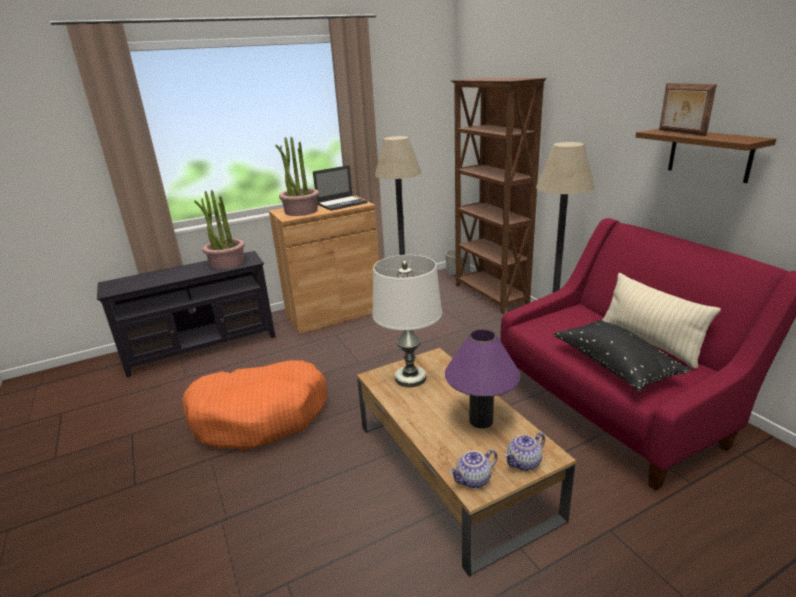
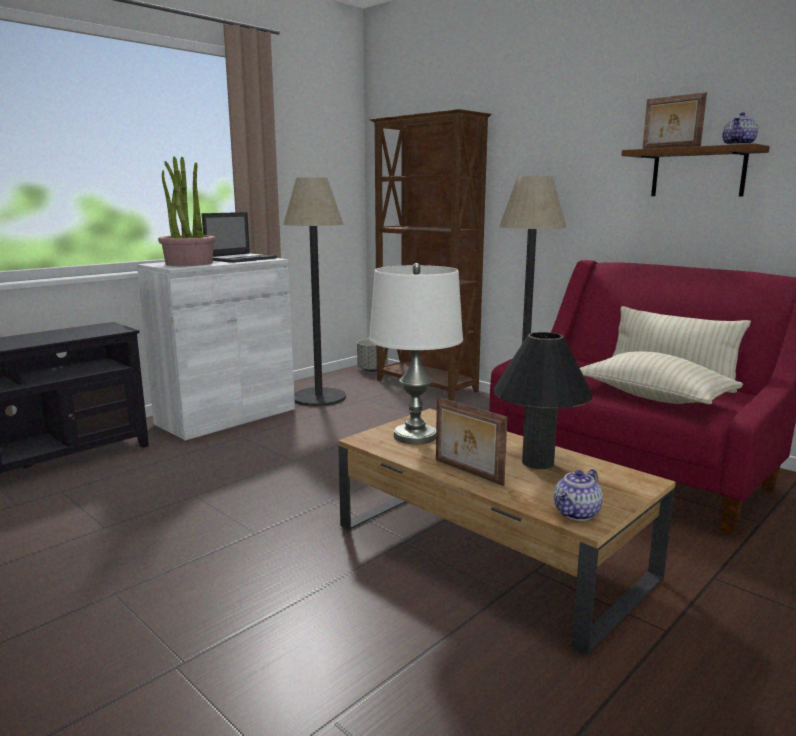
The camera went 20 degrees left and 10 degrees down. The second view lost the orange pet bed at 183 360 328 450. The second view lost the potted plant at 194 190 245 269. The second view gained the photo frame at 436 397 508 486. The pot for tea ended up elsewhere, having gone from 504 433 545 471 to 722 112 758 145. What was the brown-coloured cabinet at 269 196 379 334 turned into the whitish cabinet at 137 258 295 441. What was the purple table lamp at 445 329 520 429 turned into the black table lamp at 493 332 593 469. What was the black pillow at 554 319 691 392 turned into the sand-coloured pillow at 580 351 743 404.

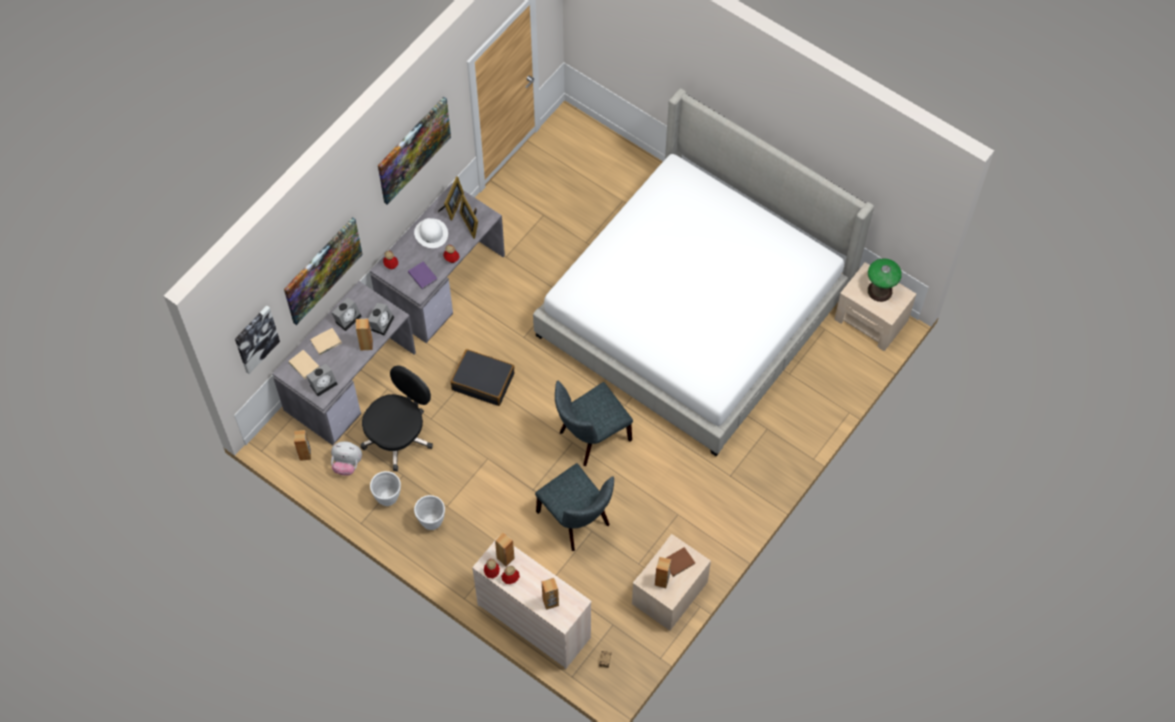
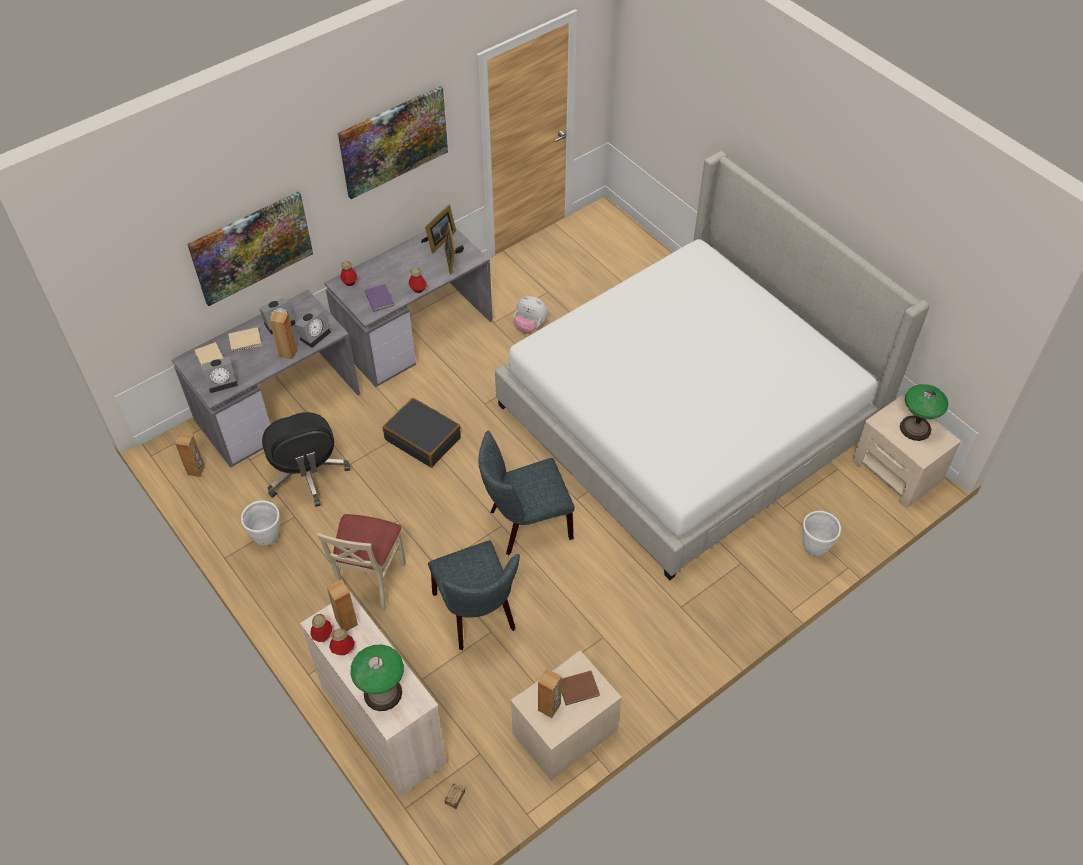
The camera went 15 degrees right and 10 degrees down. The second view lost the wall art at 235 306 280 374. The second view lost the whitish wearable hat at 414 218 448 248. The second view gained the sand-coloured upright chair at 317 514 406 611. The cuddly toy ended up elsewhere, having gone from 331 441 362 476 to 513 296 548 334. The whitish planter ended up elsewhere, having gone from 414 495 445 530 to 803 511 841 556. Where the brown-coloured audio speaker stood at 541 578 559 610, the table lamp came to stand at 351 645 404 711. The black office chair at 361 365 433 471 ended up facing another way, 105 degrees clockwise from before.

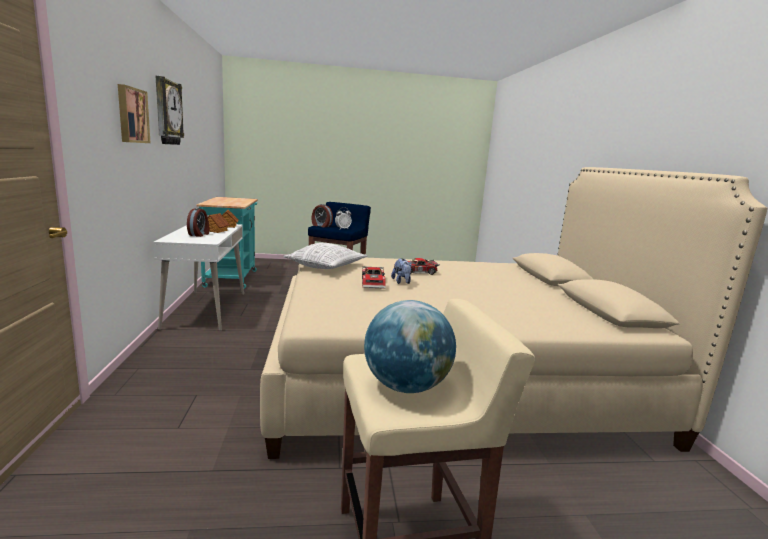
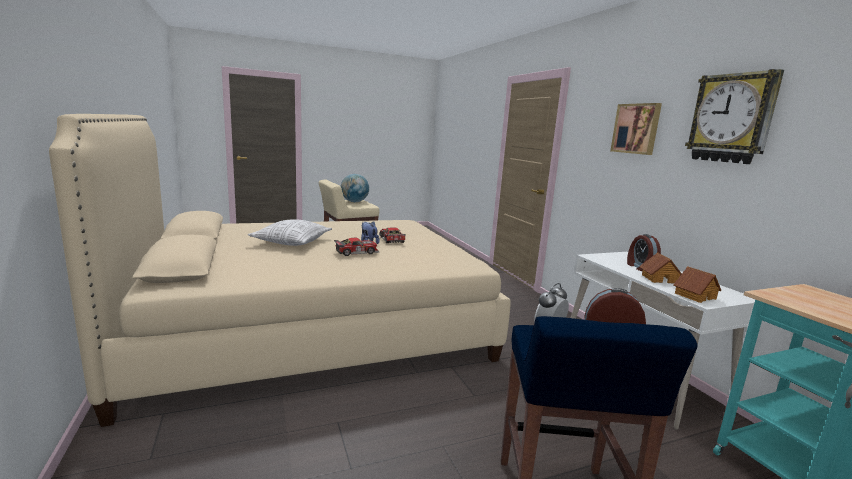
The camera went 165 degrees right and 0 degrees up. The pillow ended up elsewhere, having gone from 283 243 368 269 to 248 220 332 246.

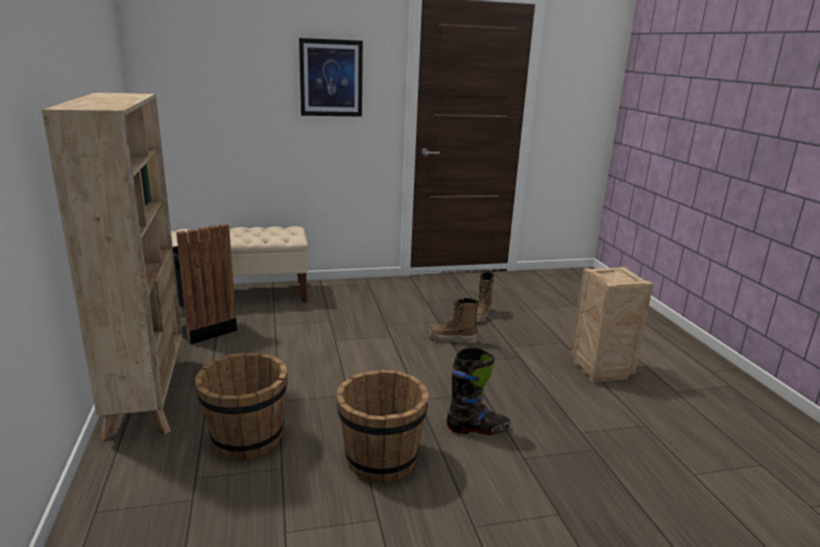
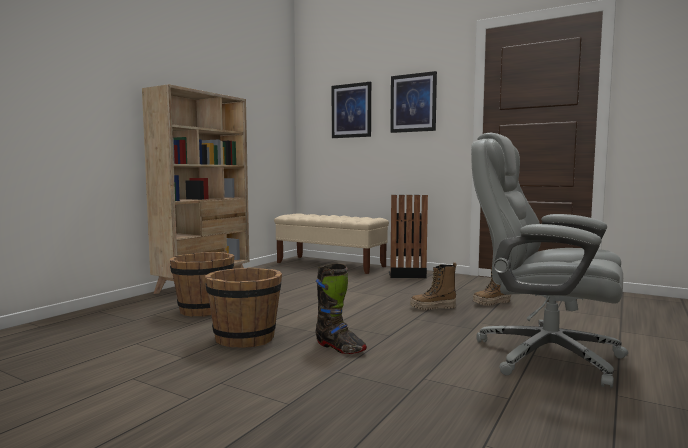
The camera went 45 degrees right and 15 degrees down. The second view gained the wall art at 332 82 371 138. The black waste bin ended up elsewhere, having gone from 173 223 237 344 to 389 195 428 278. Where the crate stood at 570 267 653 383, the gray office chair came to stand at 471 133 628 389. The boot at 428 298 479 344 ended up facing another way, 60 degrees counterclockwise from before.

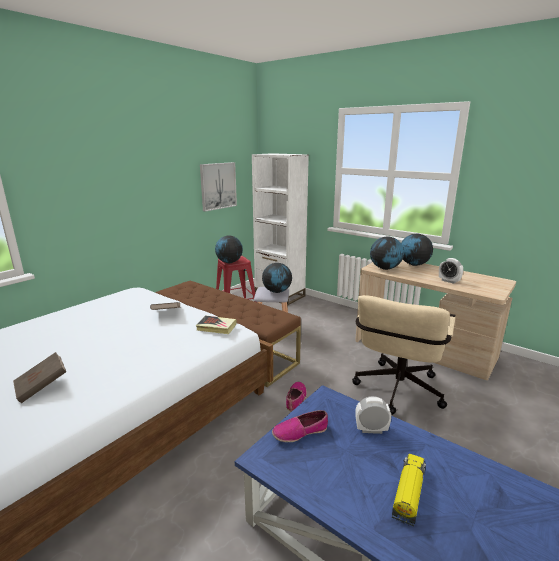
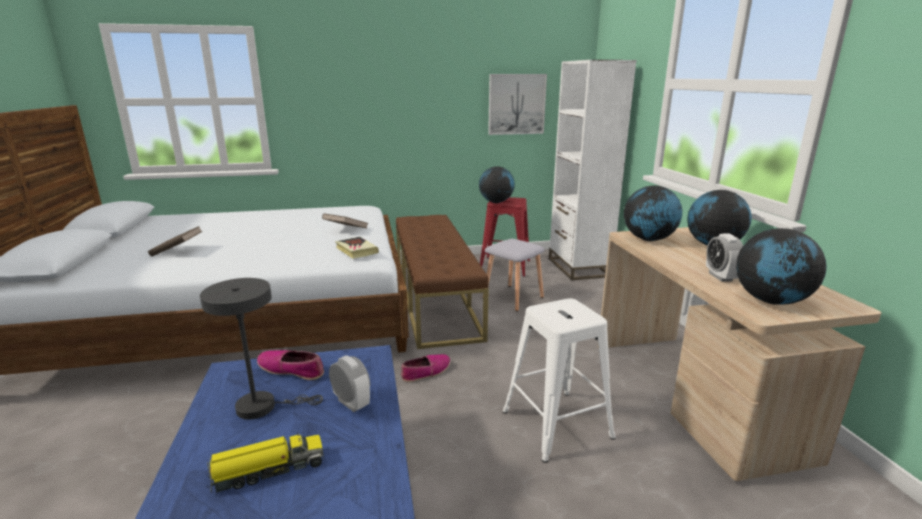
The camera went 40 degrees right and 0 degrees up. The second view gained the gray table lamp at 200 278 323 420. The desk globe ended up elsewhere, having gone from 262 263 292 293 to 736 228 827 305. Where the sand-coloured office chair stood at 352 295 455 415, the whitish stool came to stand at 502 298 616 463.

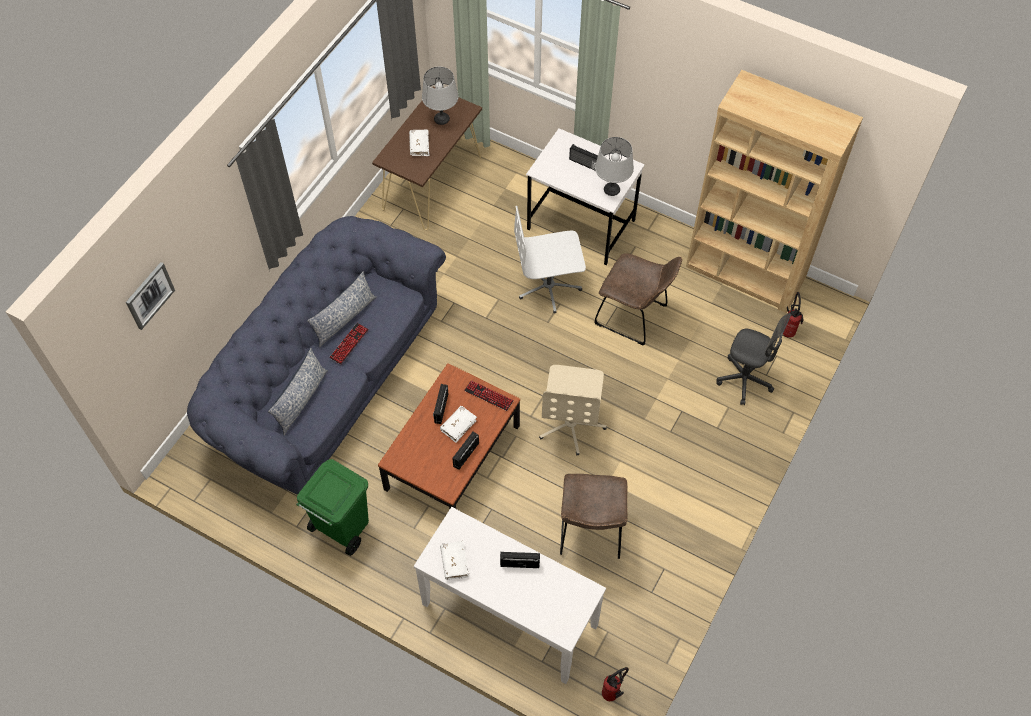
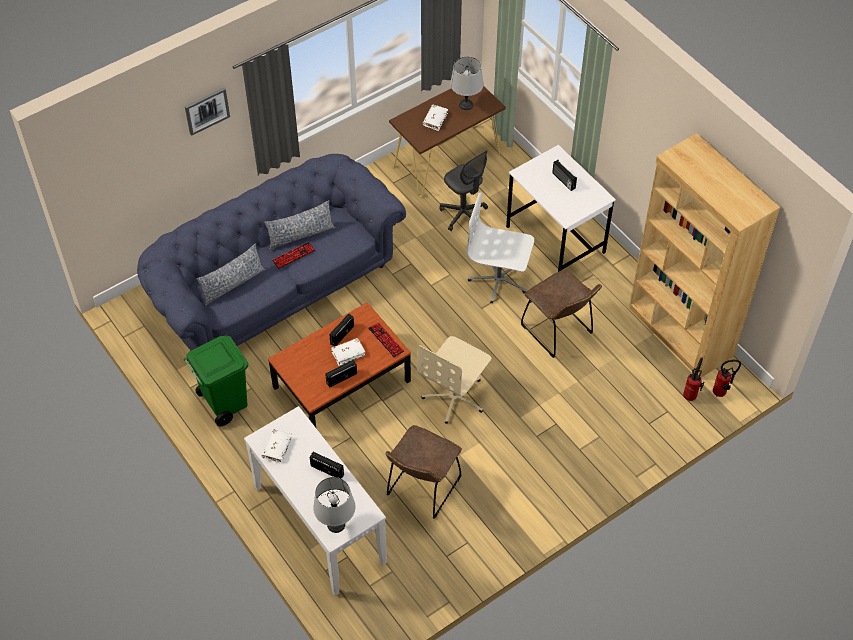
The camera went 25 degrees right and 5 degrees down. The wall art ended up elsewhere, having gone from 126 262 175 330 to 185 88 230 136. The gray table lamp ended up elsewhere, having gone from 595 137 634 196 to 313 477 356 533. The fire extinguisher ended up elsewhere, having gone from 602 667 629 701 to 713 360 741 397. The gray office chair ended up elsewhere, having gone from 716 313 791 405 to 439 150 488 231.

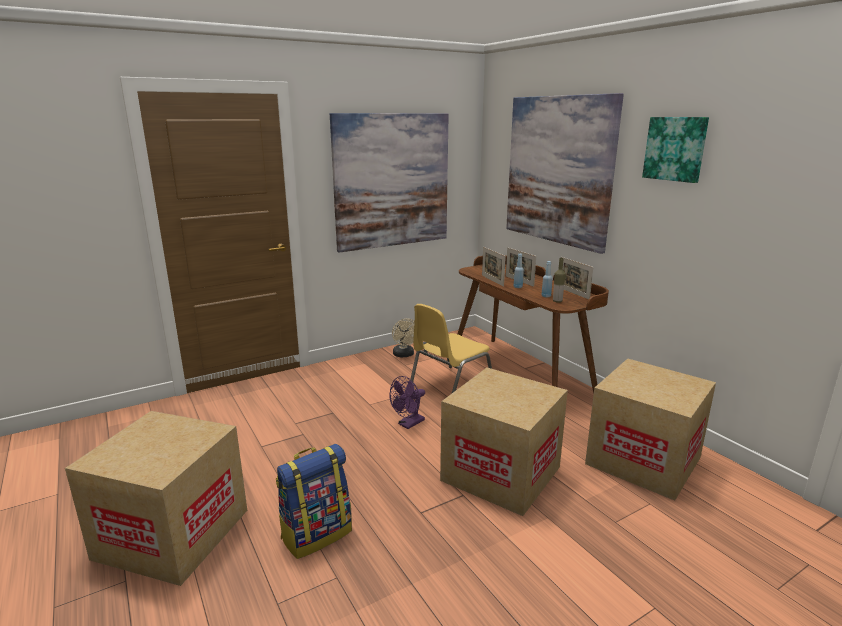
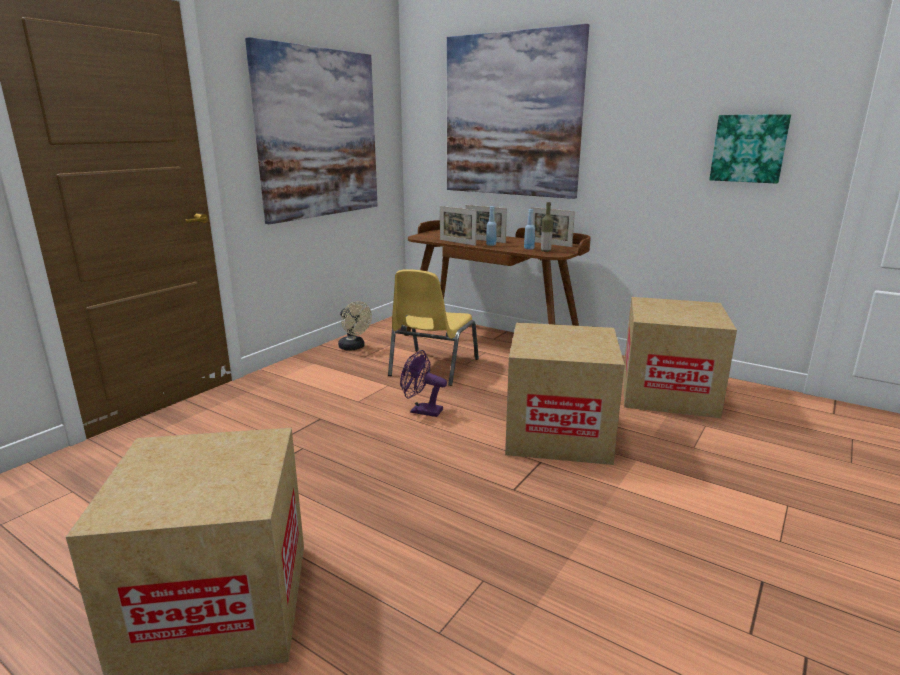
The camera went 25 degrees left and 0 degrees up. The second view lost the rucksack at 276 444 352 559. The wall art ended up elsewhere, having gone from 642 117 709 183 to 709 114 791 184. The purple electric fan at 389 376 425 429 ended up facing another way, 90 degrees clockwise from before.

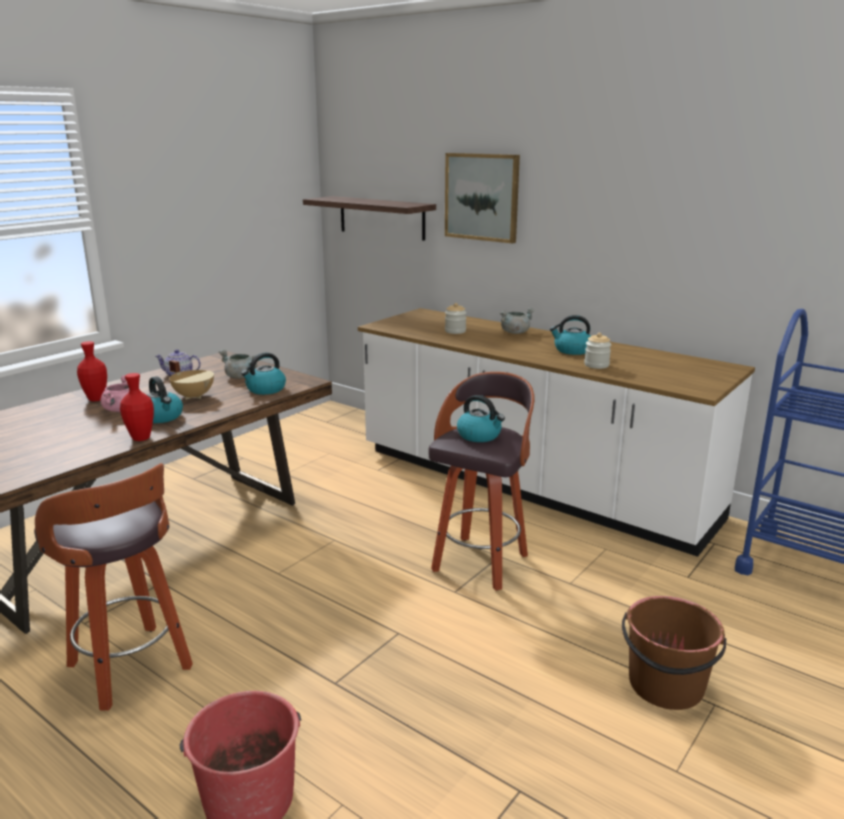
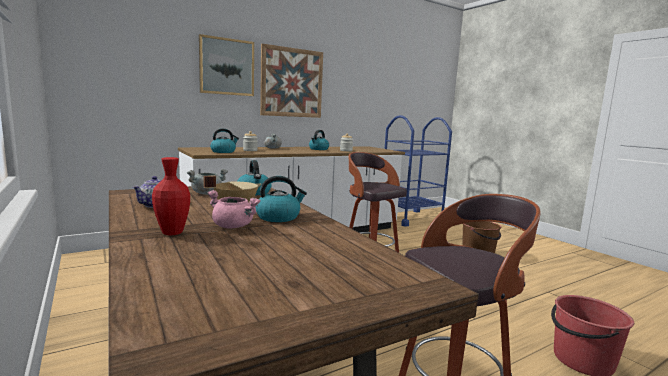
The camera went 70 degrees left and 10 degrees down. The second view lost the red flower vase at 120 373 154 441. The second view lost the wall shelf at 303 196 436 241. The second view gained the wall art at 260 44 323 118. The water kettle ended up elsewhere, having gone from 457 395 505 442 to 210 128 239 153.

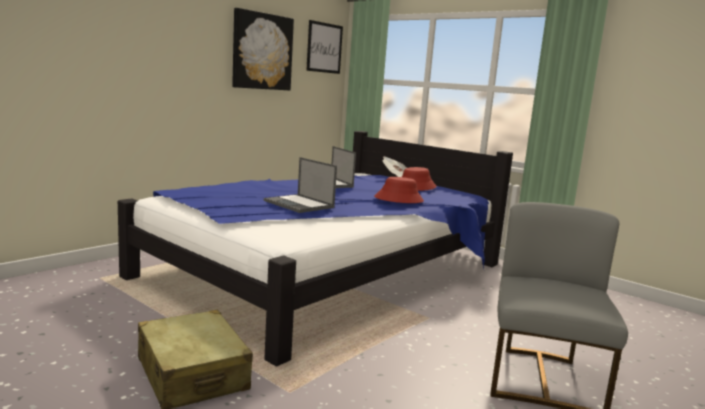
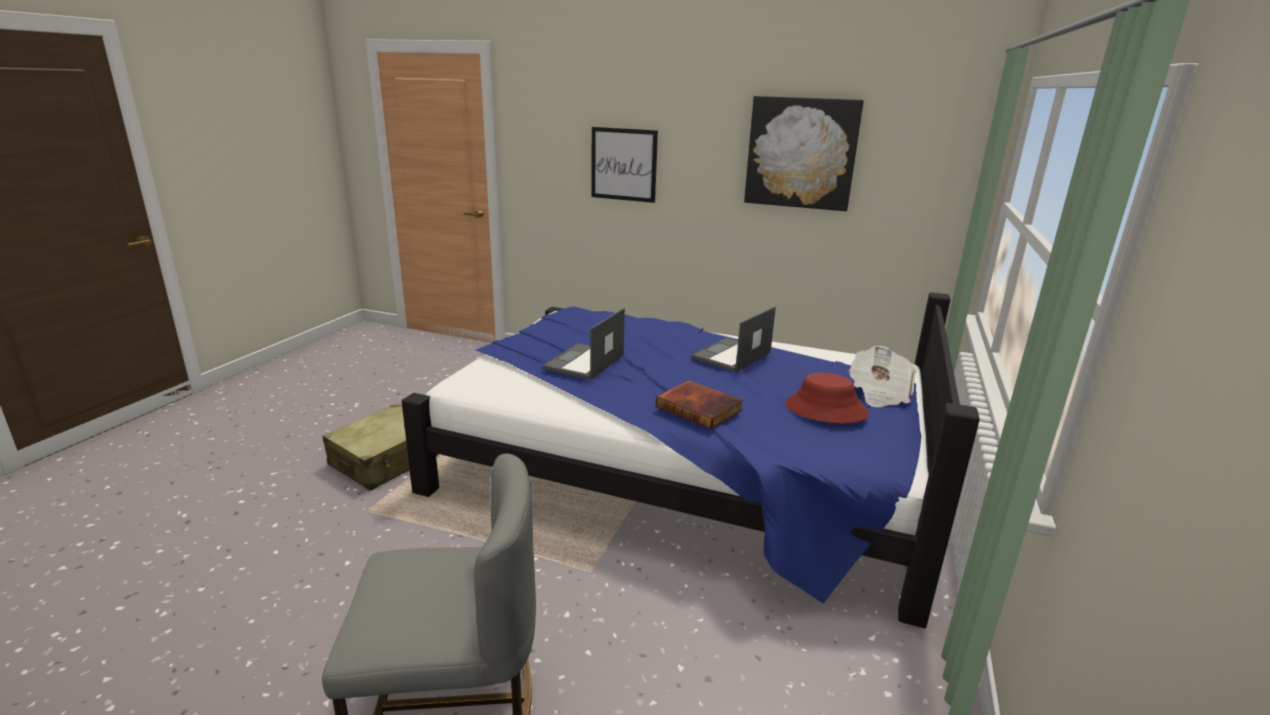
The camera went 70 degrees right and 10 degrees up. The wall art ended up elsewhere, having gone from 306 20 343 74 to 591 127 658 203. Where the red wearable hat stood at 374 177 424 203, the book came to stand at 656 380 743 429.

